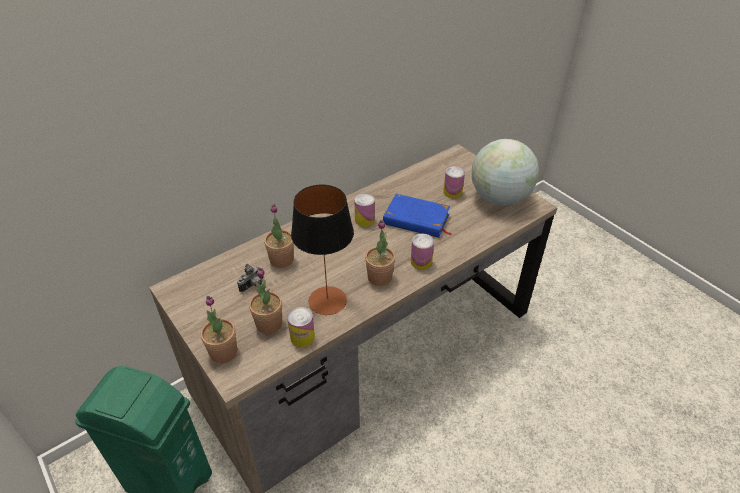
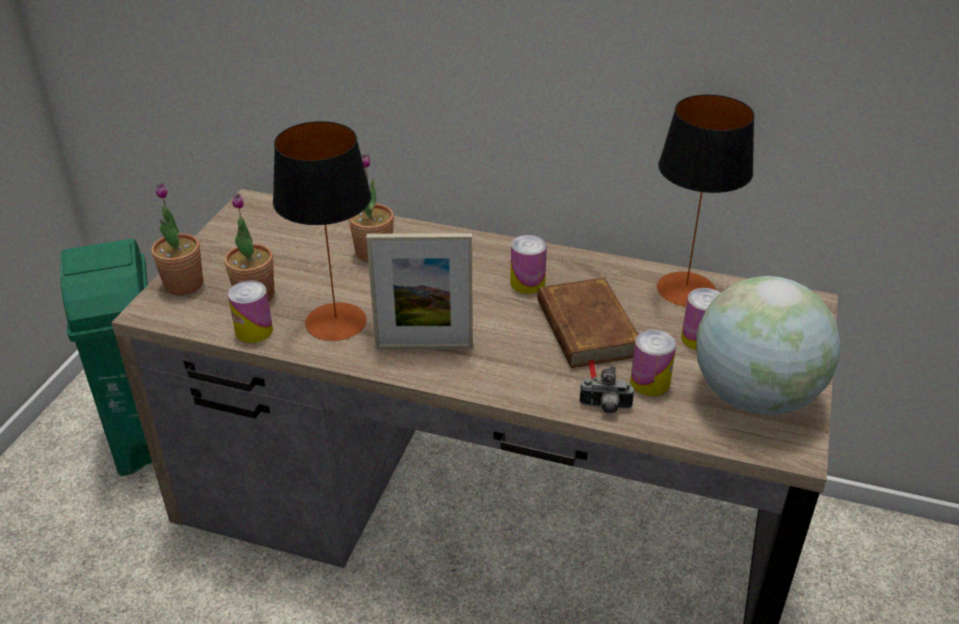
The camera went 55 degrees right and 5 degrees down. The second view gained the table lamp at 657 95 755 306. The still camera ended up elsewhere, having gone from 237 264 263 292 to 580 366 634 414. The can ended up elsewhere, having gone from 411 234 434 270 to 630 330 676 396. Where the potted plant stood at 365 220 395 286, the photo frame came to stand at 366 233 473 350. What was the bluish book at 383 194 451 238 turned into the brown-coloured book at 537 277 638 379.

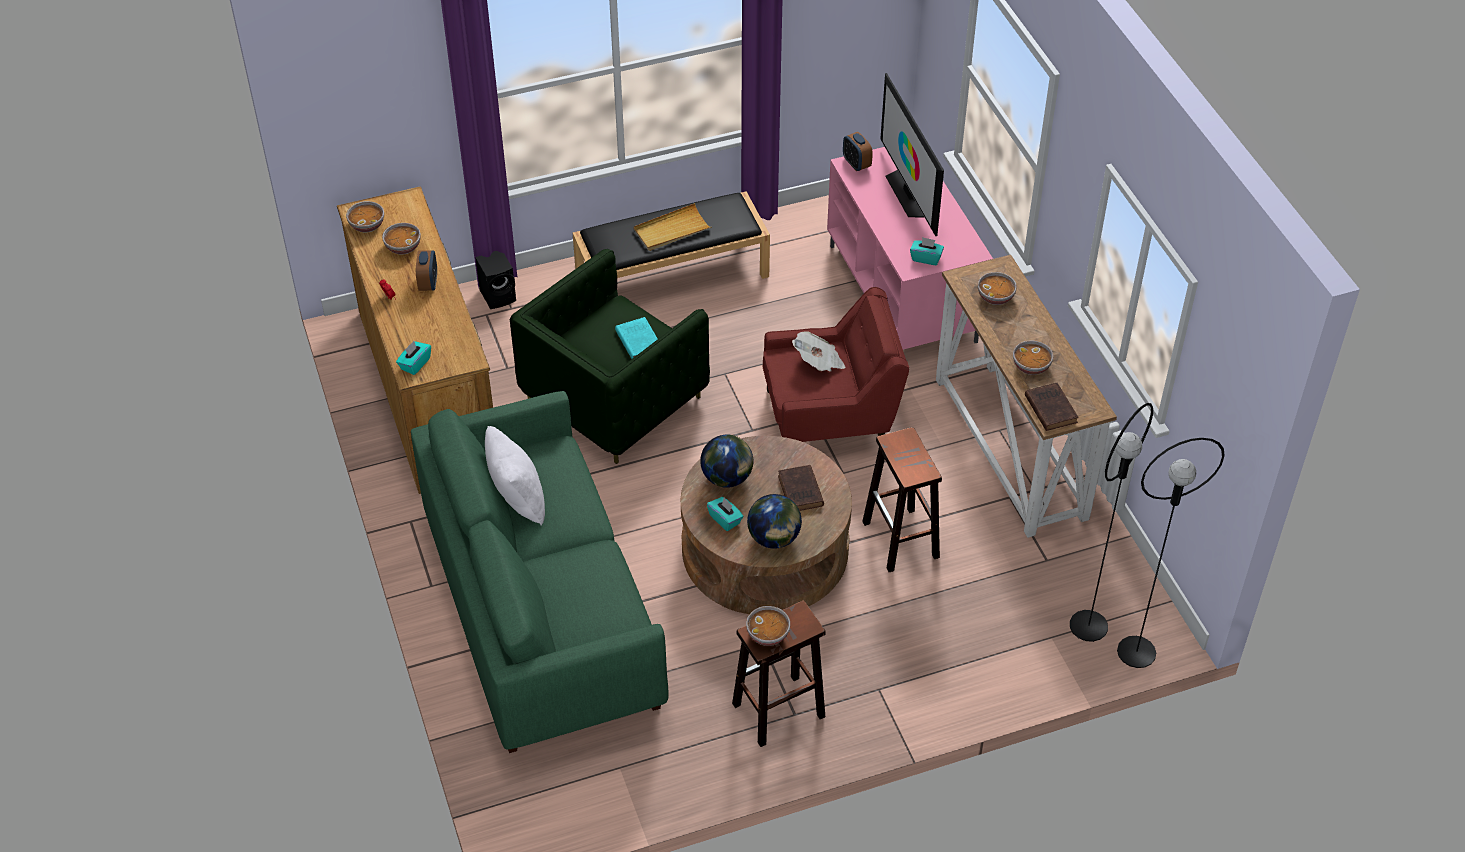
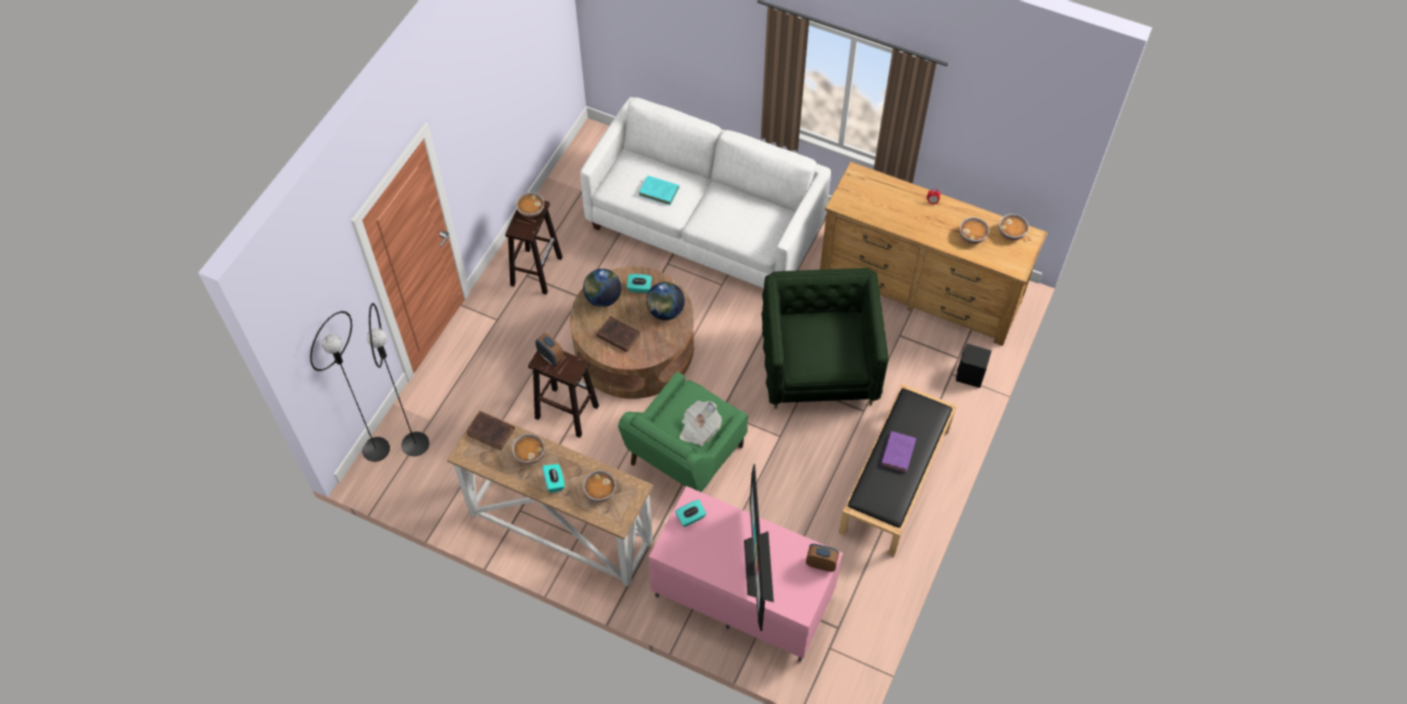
The camera went 135 degrees right and 10 degrees up. The second view lost the whitish pillow at 485 426 545 525. The blue-green tissue box ended up elsewhere, having gone from 396 341 431 375 to 542 464 565 493. The table clock ended up elsewhere, having gone from 416 250 437 291 to 535 333 564 365. The blue-green book ended up elsewhere, having gone from 615 317 658 359 to 639 175 679 205. Where the sand-coloured tray stood at 634 203 712 251, the purple book came to stand at 881 431 916 473. What was the green-coloured couch at 411 391 668 753 turned into the whitish couch at 580 97 831 288. What was the red lounge chair at 762 287 909 442 turned into the green-coloured lounge chair at 618 372 748 492. The television at 880 73 944 236 ended up facing another way, 120 degrees counterclockwise from before.

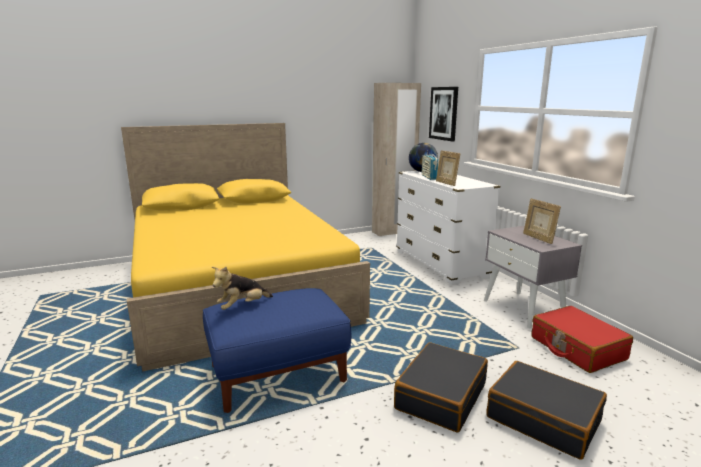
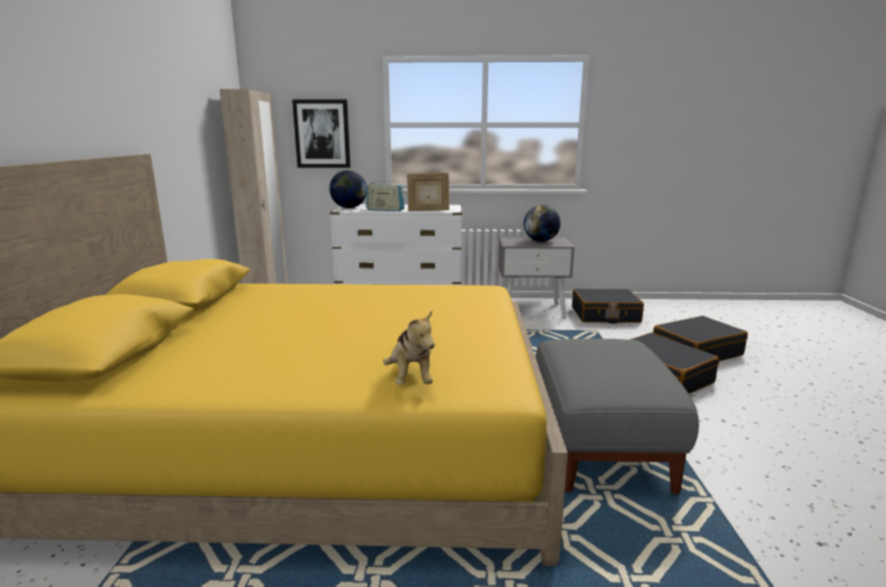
The camera went 65 degrees left and 0 degrees up. The cuddly toy ended up elsewhere, having gone from 212 267 273 310 to 383 311 435 385. Where the photo frame stood at 523 198 561 244, the desk globe came to stand at 524 205 561 242. What was the bluish pouffe at 203 288 351 413 turned into the gray pouffe at 536 339 699 494. What was the red piece of luggage at 531 306 633 373 turned into the black piece of luggage at 572 289 644 324.

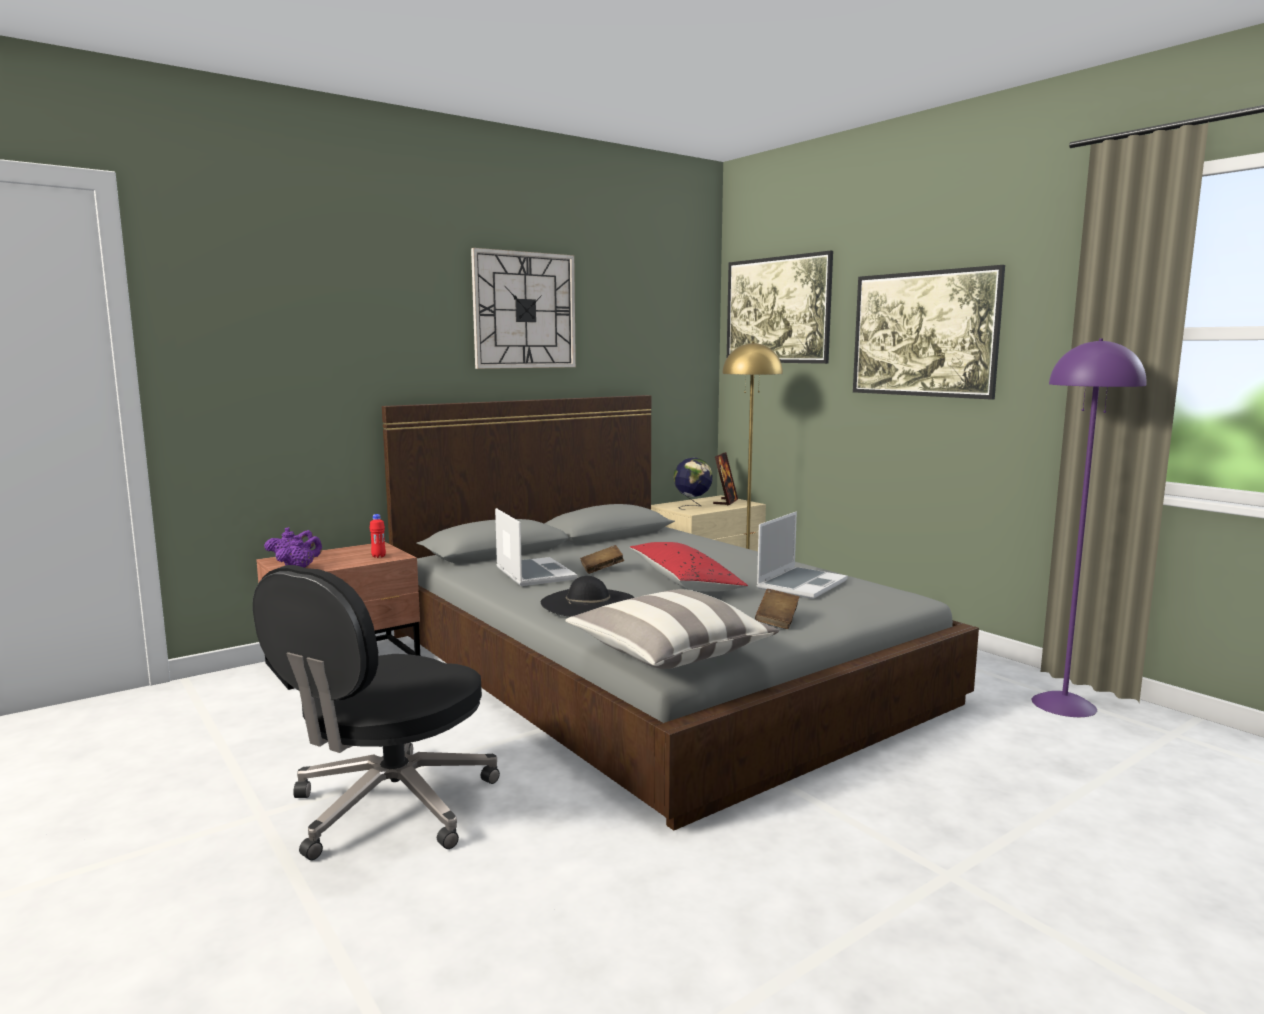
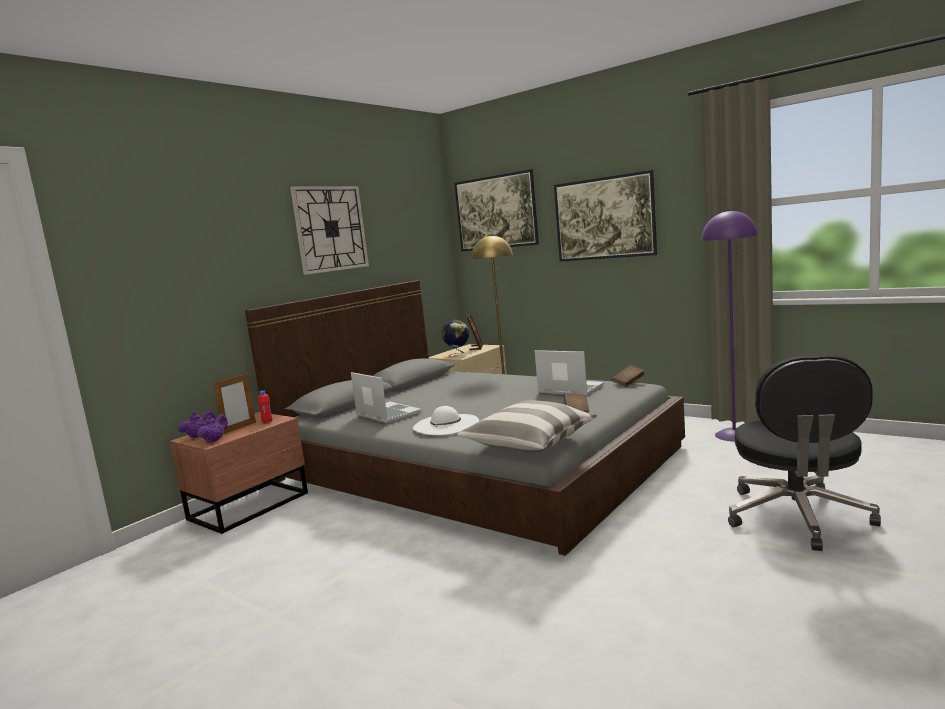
The camera went 15 degrees left and 0 degrees up. The second view lost the red pillow at 630 542 748 592. The second view gained the photo frame at 213 373 256 434. The black office chair ended up elsewhere, having gone from 253 565 500 860 to 728 355 881 551. The brown-coloured book ended up elsewhere, having gone from 580 545 624 574 to 612 365 645 387. What was the black wearable hat at 541 576 635 617 turned into the whitish wearable hat at 413 406 479 435. The portable computer at 756 512 848 599 ended up facing another way, 75 degrees counterclockwise from before.

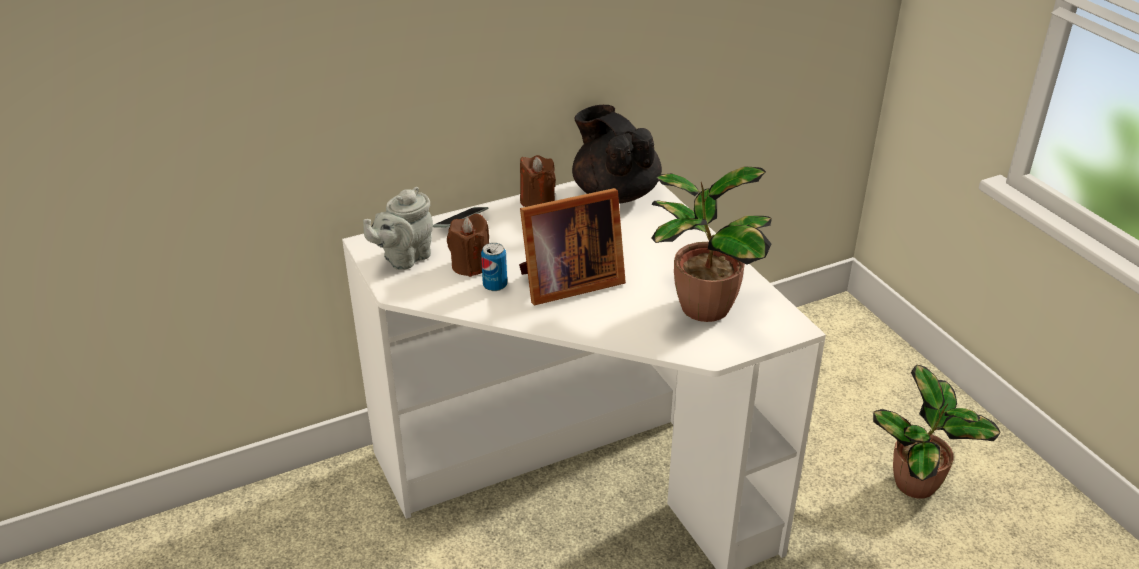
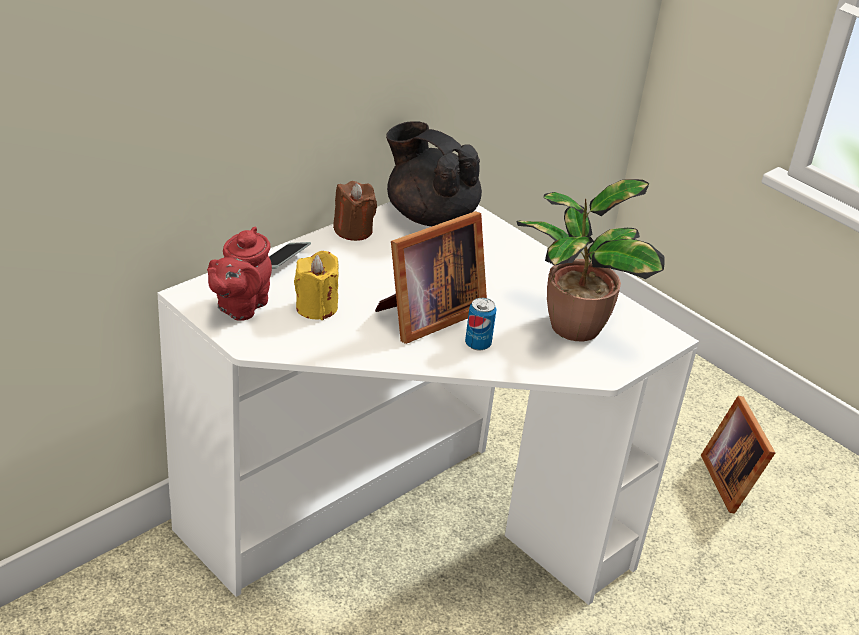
The camera went 20 degrees left and 0 degrees up. The can ended up elsewhere, having gone from 481 243 507 291 to 465 298 497 350. Where the potted plant stood at 873 365 1001 499, the photo frame came to stand at 701 396 775 514. What was the gray pot for tea at 363 187 433 270 turned into the red pot for tea at 207 227 272 321. What was the brown-coloured wax candle at 447 214 489 277 turned into the yellow-coloured wax candle at 294 251 339 320.

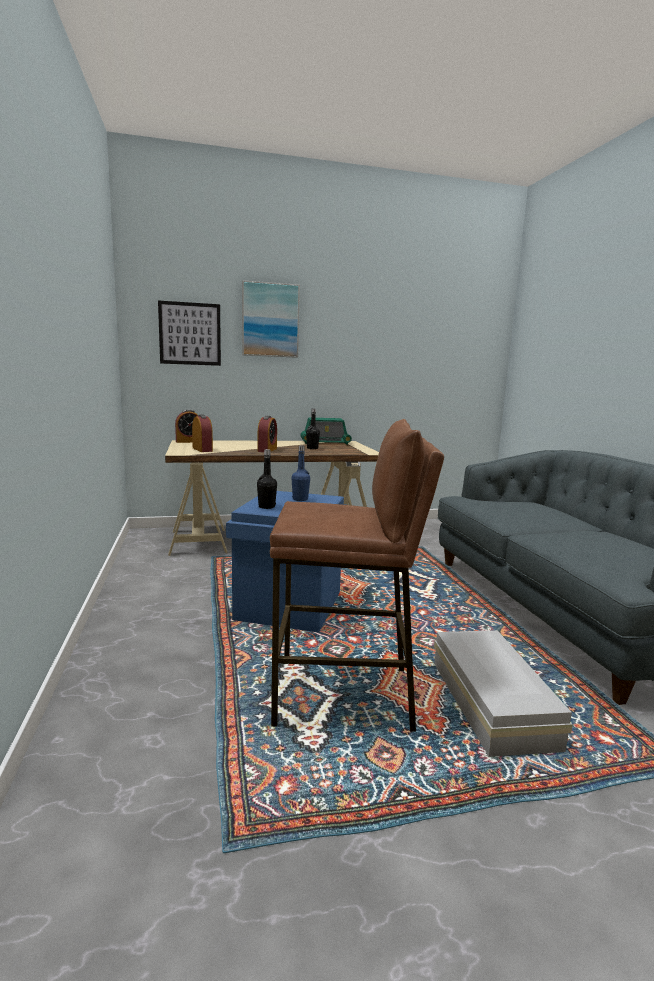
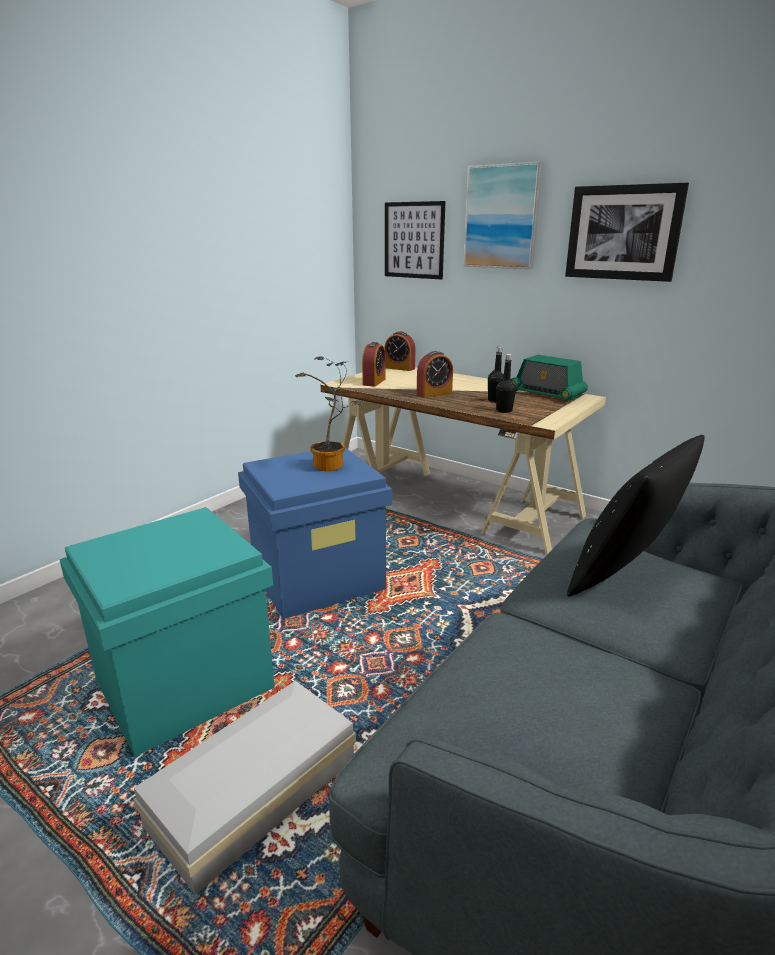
The camera went 50 degrees right and 10 degrees up. The second view gained the wall art at 565 183 689 282. The second view gained the black pillow at 567 435 705 596. The black bottle ended up elsewhere, having gone from 257 449 277 509 to 496 354 516 413. Where the brown-coloured stool stood at 270 419 444 732, the blue-green storage container came to stand at 60 507 275 757. Where the bluish bottle stood at 291 445 310 501, the potted plant came to stand at 295 356 361 471.

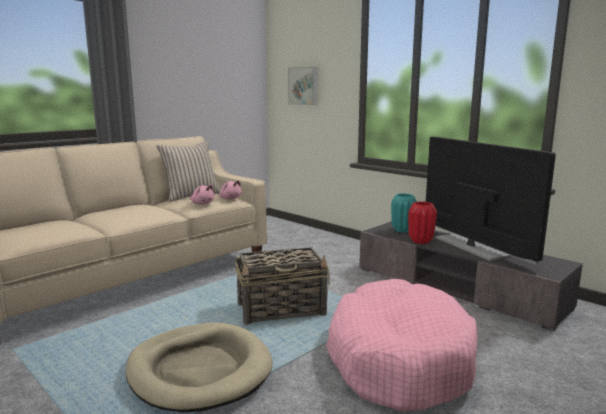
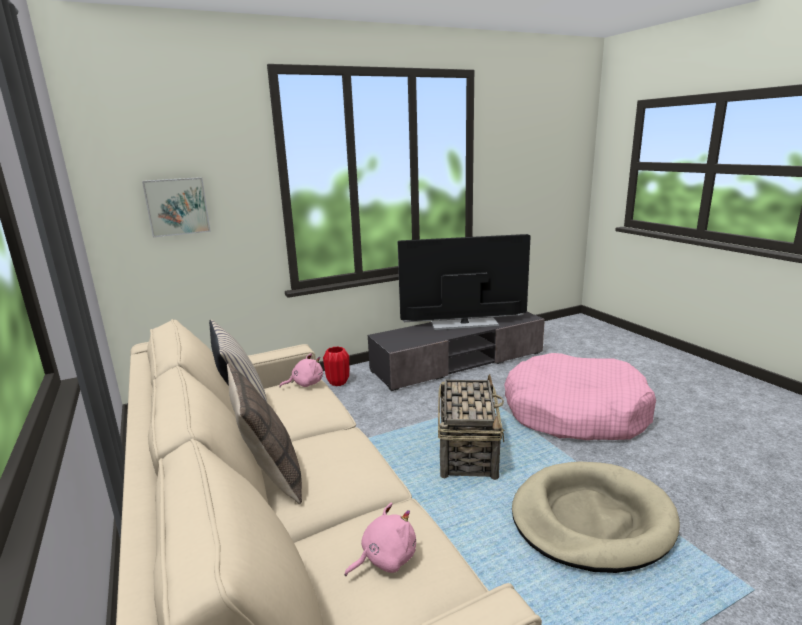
The camera went 70 degrees left and 5 degrees up. The second view lost the blue-green flower vase at 391 193 417 233. The second view gained the pillow at 227 363 302 505. The pink cuddly toy ended up elsewhere, having gone from 190 184 215 205 to 344 503 416 576. The red flower vase ended up elsewhere, having gone from 408 202 437 244 to 323 346 349 386.

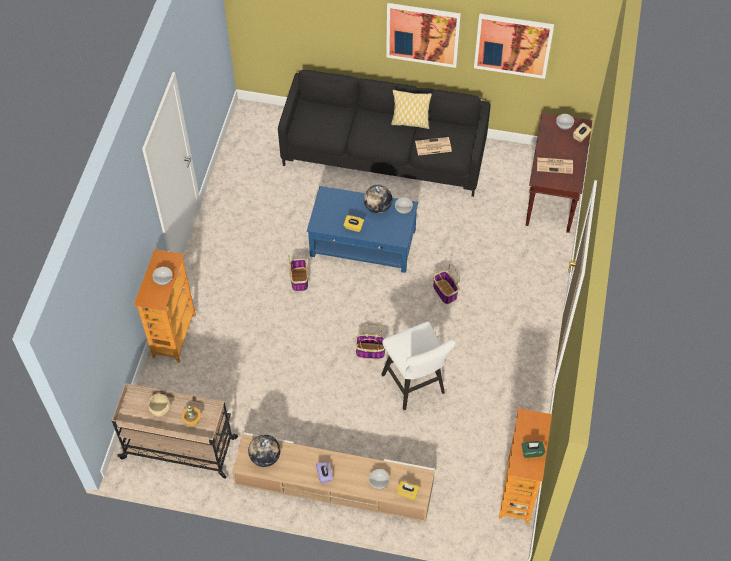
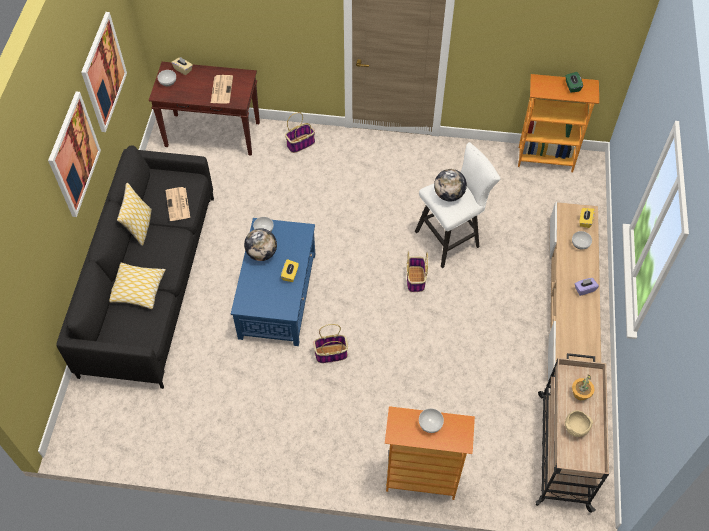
The camera went 95 degrees left and 0 degrees up. The second view gained the pillow at 109 263 166 309. The desk globe ended up elsewhere, having gone from 248 435 280 467 to 434 169 467 201. The basket ended up elsewhere, having gone from 433 264 459 304 to 285 112 315 153.

